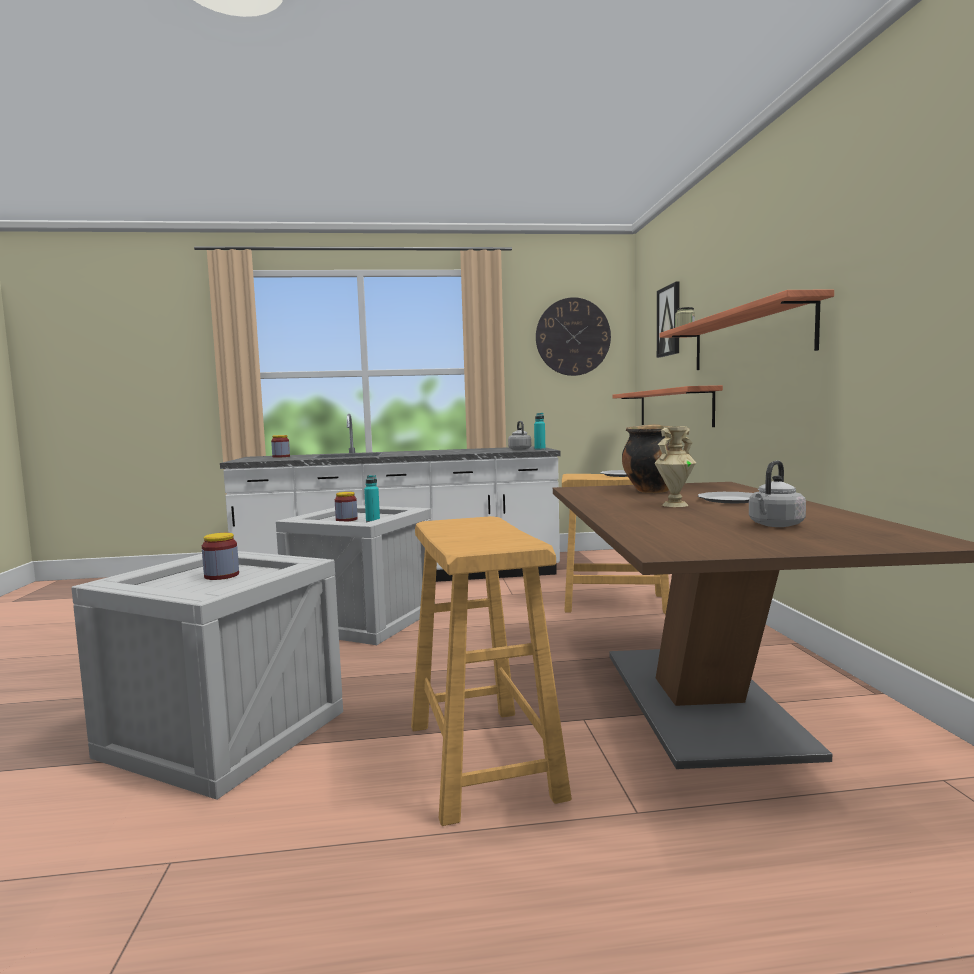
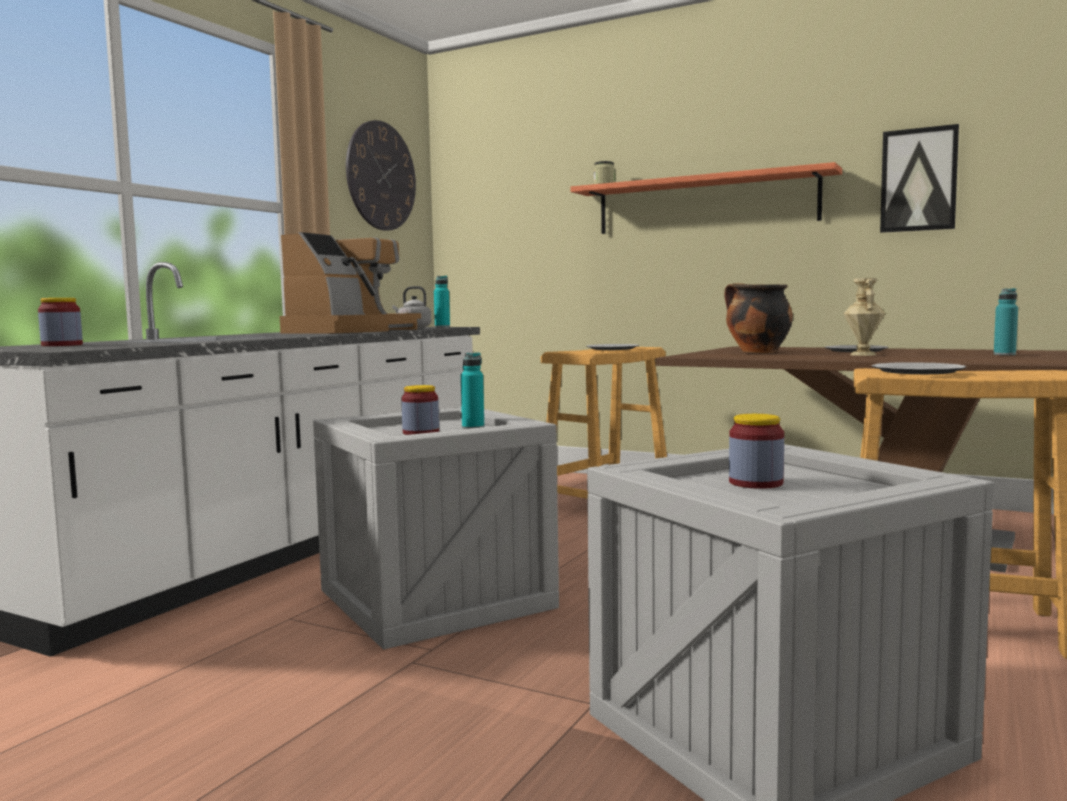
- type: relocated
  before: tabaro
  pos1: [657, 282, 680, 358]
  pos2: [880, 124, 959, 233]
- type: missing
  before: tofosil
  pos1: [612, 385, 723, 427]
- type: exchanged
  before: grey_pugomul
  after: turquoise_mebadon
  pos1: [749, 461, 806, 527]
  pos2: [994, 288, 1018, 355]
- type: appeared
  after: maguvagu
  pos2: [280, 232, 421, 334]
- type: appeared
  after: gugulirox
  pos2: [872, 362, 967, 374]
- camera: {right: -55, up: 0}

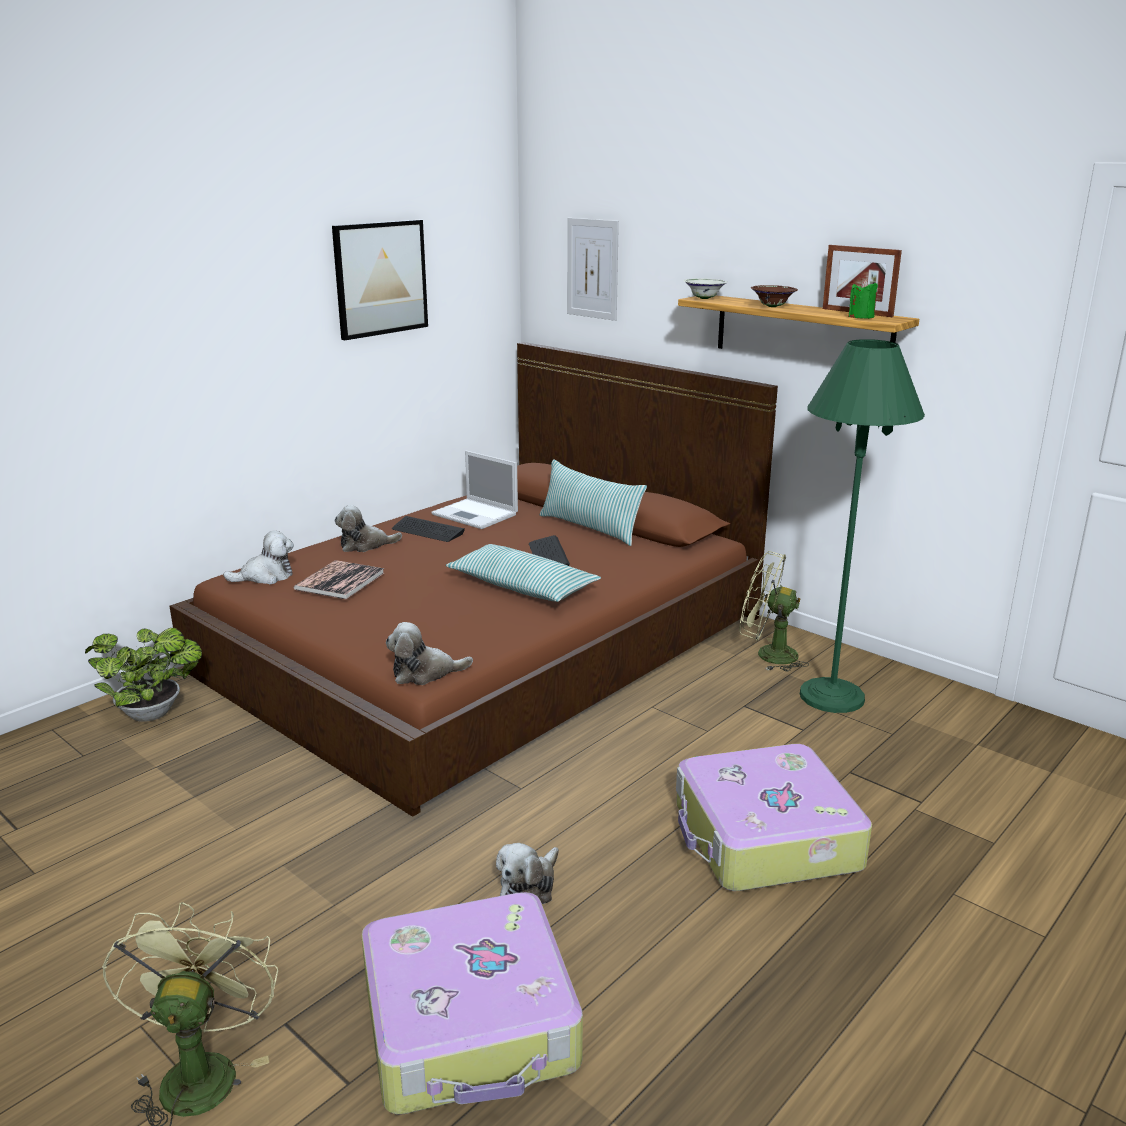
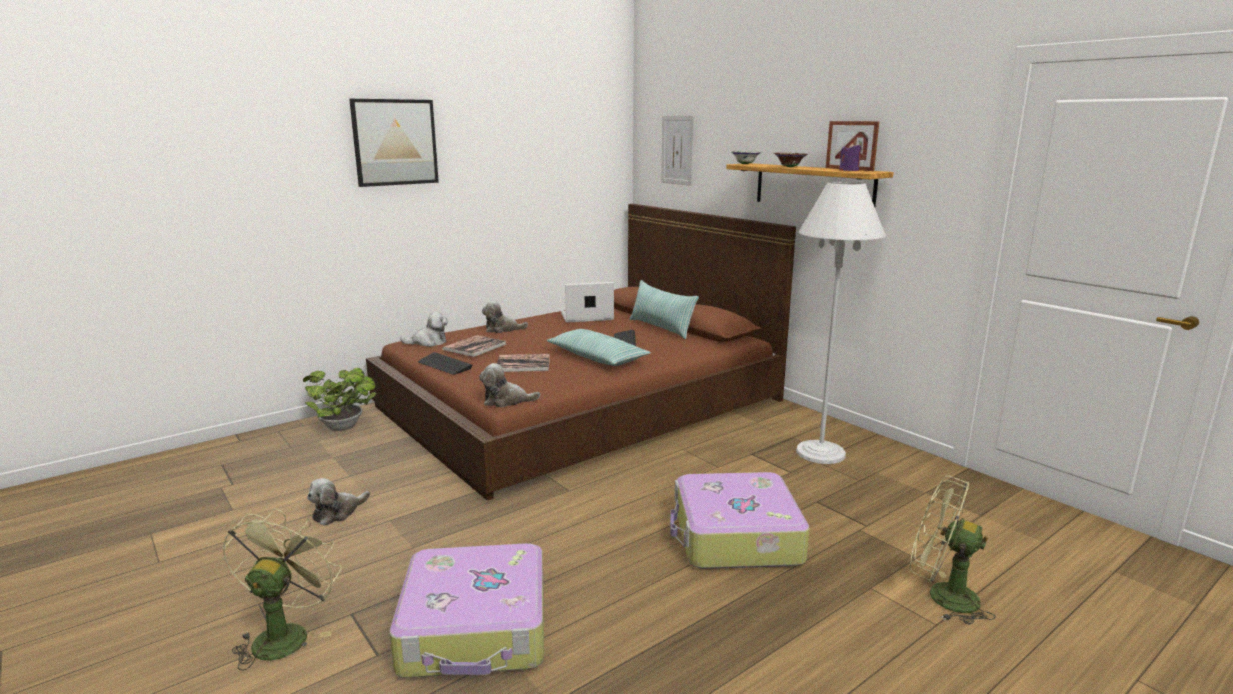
- type: relocated
  before: tabaro
  pos1: [332, 220, 428, 340]
  pos2: [349, 99, 439, 187]
- type: colour
  before: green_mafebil
  after: purple_mafebil
  pos1: [848, 279, 878, 319]
  pos2: [839, 143, 861, 171]
- type: colour
  before: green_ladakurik
  after: white_ladakurik
  pos1: [800, 339, 925, 713]
  pos2: [796, 181, 886, 464]
- type: spun
  before: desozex
  pos1: [431, 451, 518, 529]
  pos2: [561, 282, 614, 323]
  turn: 120
- type: relocated
  before: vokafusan
  pos1: [392, 516, 465, 542]
  pos2: [418, 352, 473, 375]
- type: relocated
  before: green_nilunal
  pos1: [739, 551, 809, 672]
  pos2: [910, 476, 996, 625]
- type: relocated
  before: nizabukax
  pos1: [496, 843, 559, 904]
  pos2: [307, 478, 370, 526]
- type: appeared
  after: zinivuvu
  pos2: [497, 354, 550, 372]
- camera: {right: 10, up: -5}

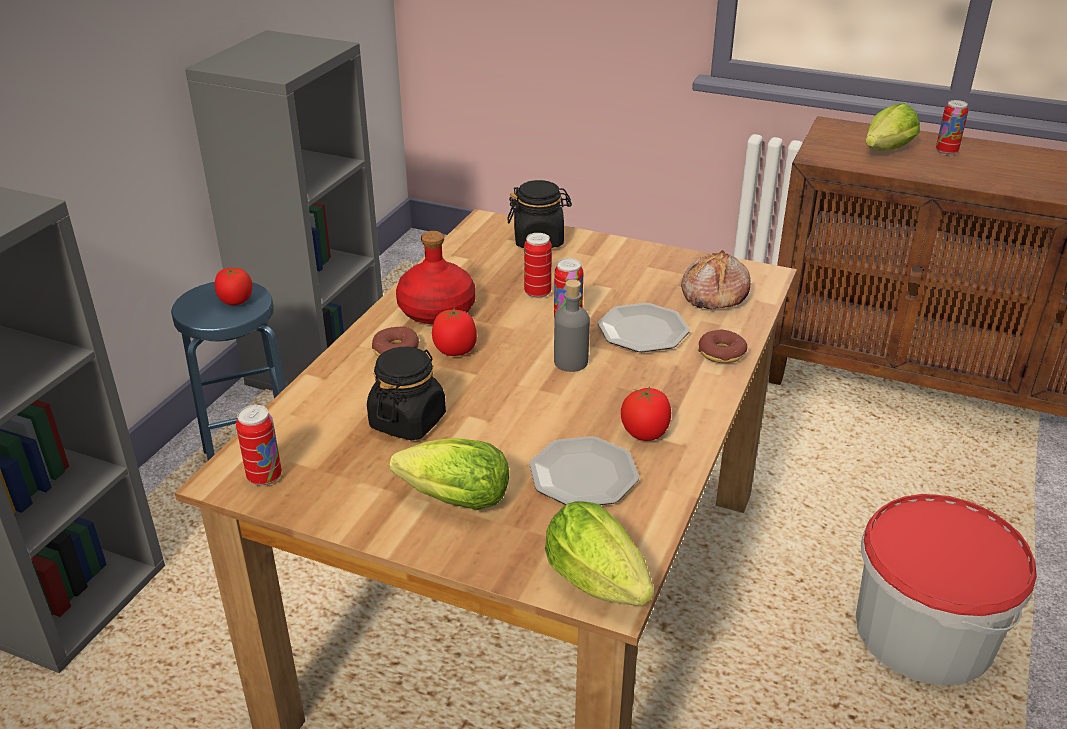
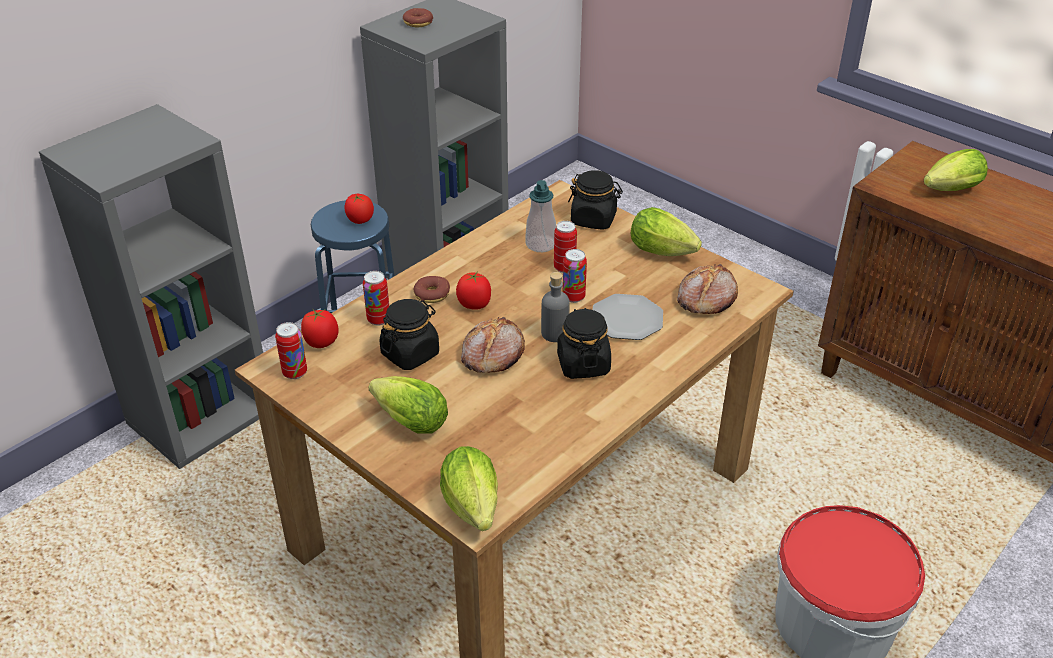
- type: relocated
  before: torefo
  pos1: [936, 100, 968, 155]
  pos2: [363, 271, 389, 326]
- type: missing
  before: red_mebadon
  pos1: [396, 231, 476, 324]
- type: relocated
  before: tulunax
  pos1: [698, 330, 747, 363]
  pos2: [403, 8, 433, 27]
- type: relocated
  before: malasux
  pos1: [621, 386, 671, 441]
  pos2: [301, 308, 339, 348]
- type: missing
  before: gugulirox
  pos1: [529, 436, 639, 505]
- type: appeared
  after: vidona
  pos2: [526, 180, 556, 252]
- type: appeared
  after: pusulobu
  pos2: [630, 207, 702, 256]
- type: appeared
  after: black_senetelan
  pos2: [557, 308, 611, 379]
- type: appeared
  after: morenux
  pos2: [461, 317, 525, 373]
- camera: {right: 20, up: 5}

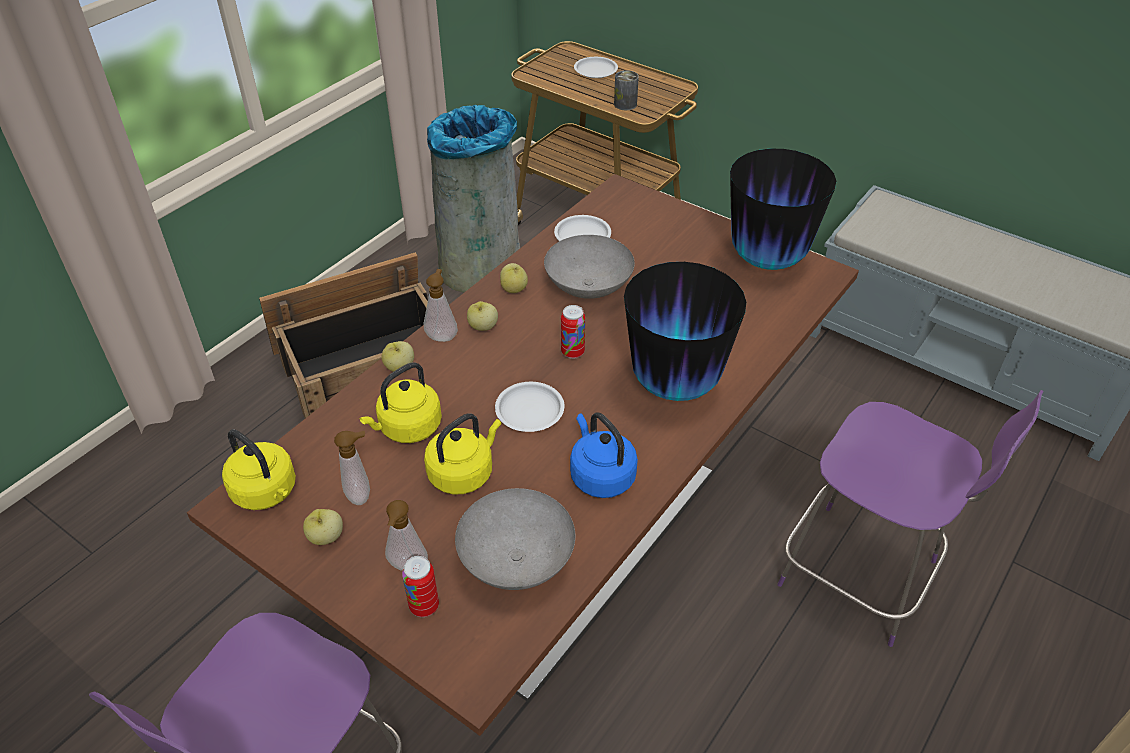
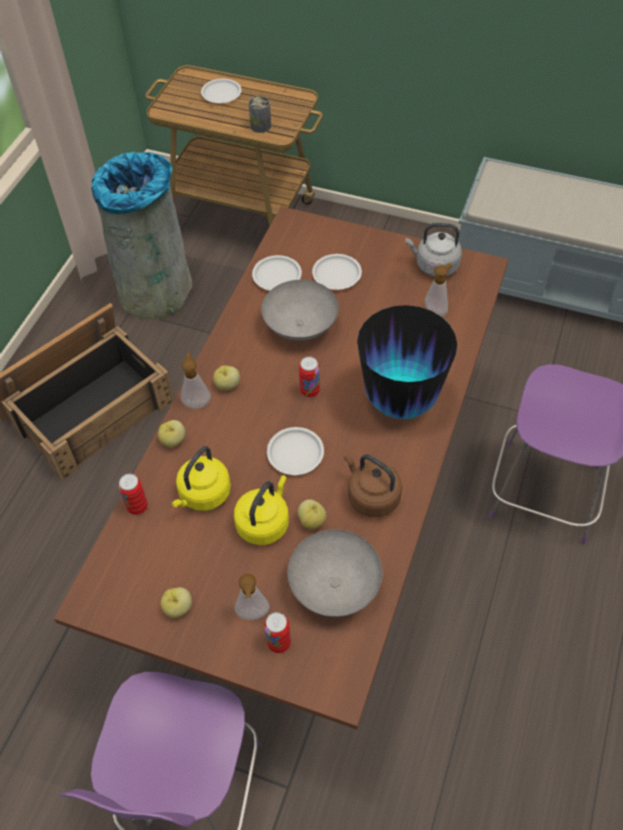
- type: exchanged
  before: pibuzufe
  after: grey_pugomul
  pos1: [730, 149, 836, 270]
  pos2: [406, 223, 462, 276]
- type: relocated
  before: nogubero
  pos1: [500, 263, 528, 293]
  pos2: [298, 499, 326, 529]
- type: colour
  before: blue_pugomul
  after: brown_pugomul
  pos1: [570, 412, 638, 498]
  pos2: [344, 453, 402, 517]
- type: missing
  before: yellow_pugomul
  pos1: [222, 429, 296, 510]
- type: relocated
  before: vidona
  pos1: [334, 431, 370, 505]
  pos2: [425, 263, 452, 317]
- type: appeared
  after: white_gugulirox
  pos2: [312, 254, 362, 290]
- type: appeared
  after: torefo
  pos2: [119, 474, 148, 515]
- camera: {right: -15, up: 10}

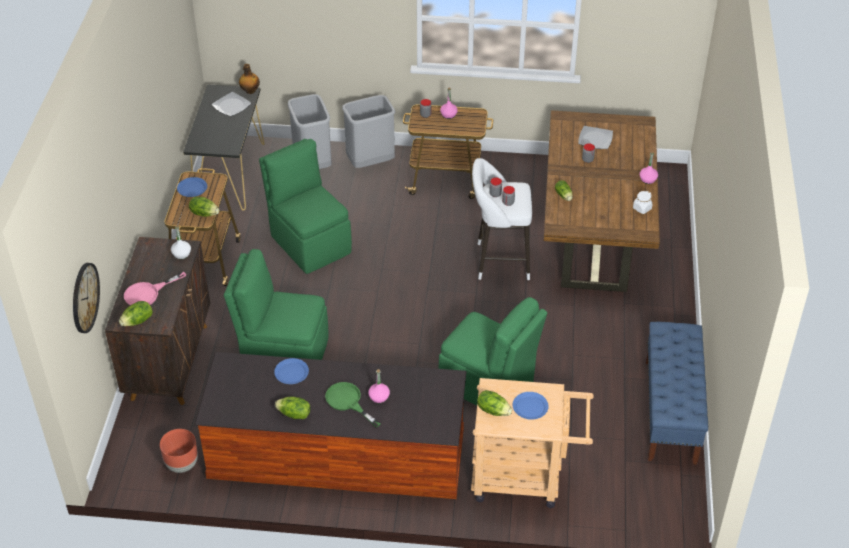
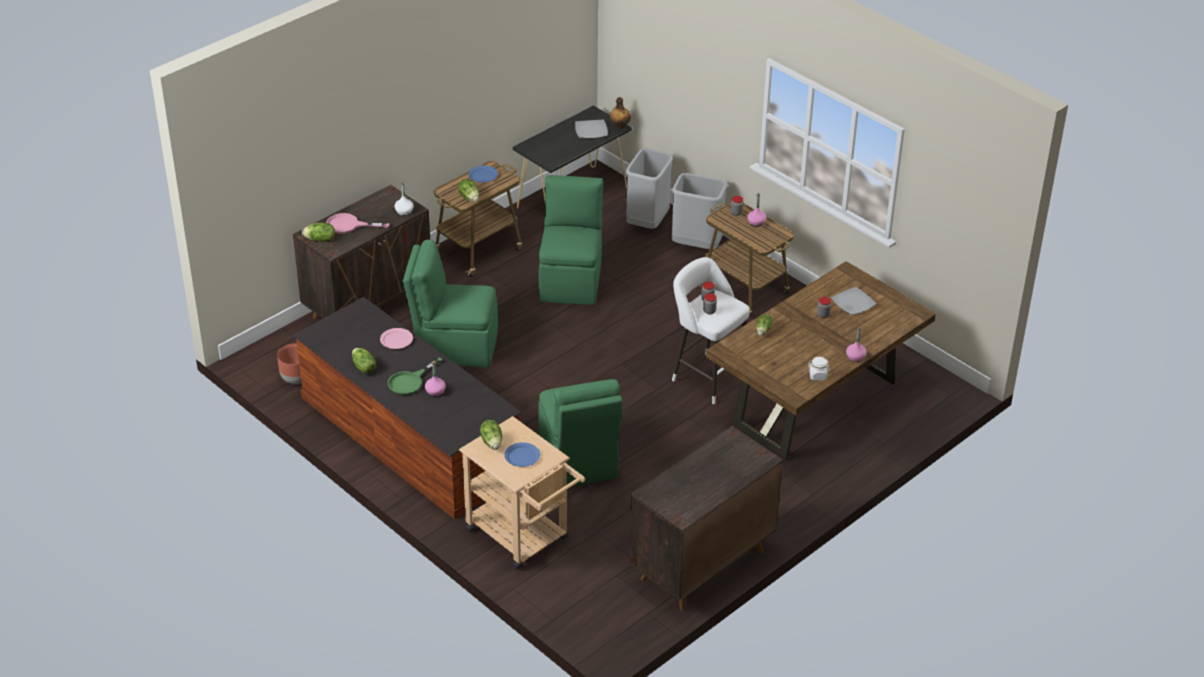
- type: spun
  before: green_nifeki
  pos1: [224, 249, 328, 360]
  pos2: [403, 240, 498, 368]
  turn: -45
- type: missing
  before: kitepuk
  pos1: [73, 263, 100, 333]
- type: exchanged
  before: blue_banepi
  after: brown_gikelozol
  pos1: [646, 322, 708, 465]
  pos2: [630, 426, 783, 611]
- type: colour
  before: blue_gugulirox
  after: pink_gugulirox
  pos1: [274, 358, 309, 384]
  pos2: [380, 328, 413, 349]
- type: spun
  before: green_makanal
  pos1: [325, 382, 381, 427]
  pos2: [388, 357, 442, 395]
  turn: -135
- camera: {right: 40, up: -5}

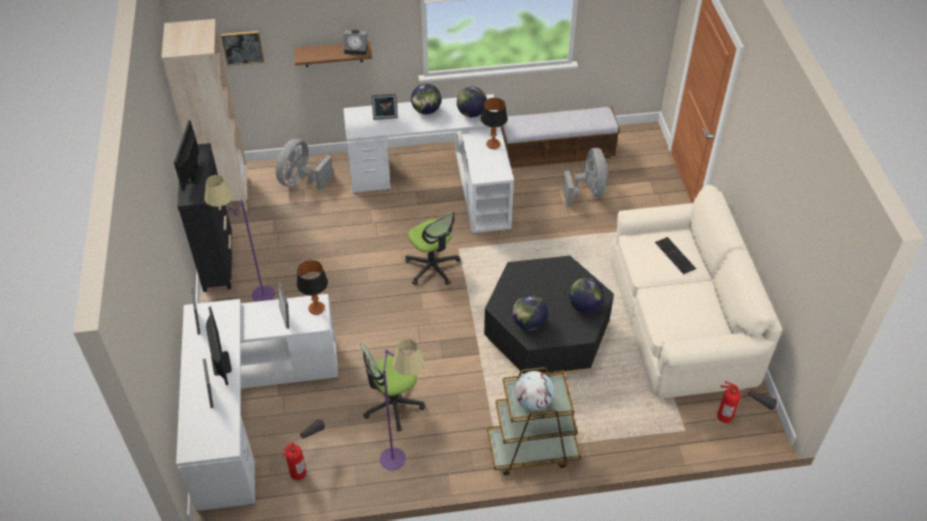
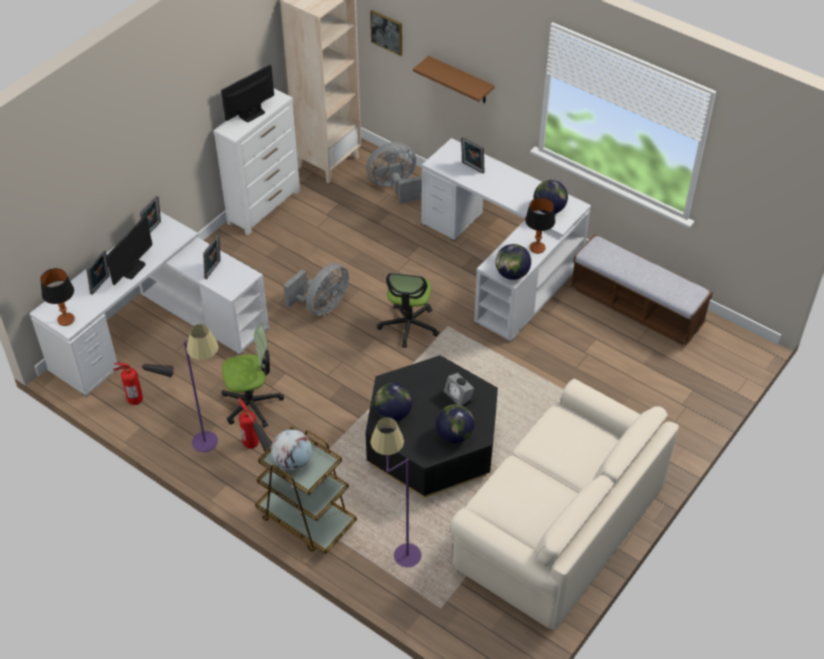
- type: relocated
  before: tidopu
  pos1: [344, 30, 368, 55]
  pos2: [442, 373, 474, 407]
- type: relocated
  before: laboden
  pos1: [411, 84, 442, 115]
  pos2: [495, 244, 531, 280]
- type: colour
  before: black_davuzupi
  after: white_davuzupi
  pos1: [177, 143, 232, 292]
  pos2: [213, 89, 300, 235]
- type: relocated
  before: grey_nilunal
  pos1: [563, 148, 608, 207]
  pos2: [283, 263, 349, 316]
- type: relocated
  before: purple_ladakurik
  pos1: [205, 175, 275, 302]
  pos2: [370, 417, 422, 567]
- type: missing
  before: vokafusan
  pos1: [655, 237, 696, 275]
- type: relocated
  before: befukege
  pos1: [297, 260, 328, 315]
  pos2: [40, 268, 75, 326]
- type: spun
  before: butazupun
  pos1: [360, 344, 425, 432]
  pos2: [222, 324, 284, 428]
  turn: 150
- type: relocated
  before: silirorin
  pos1: [717, 381, 777, 423]
  pos2: [238, 398, 272, 453]
- camera: {right: 45, up: 0}

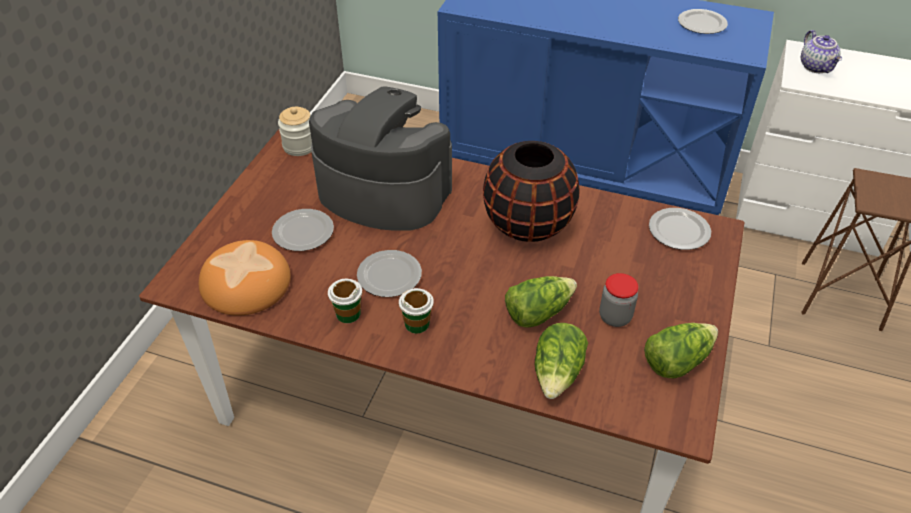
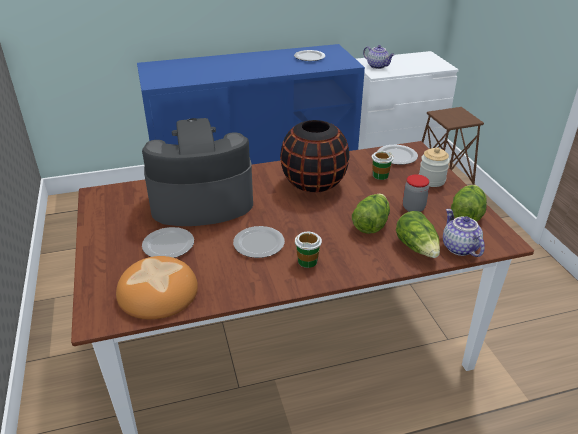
- type: relocated
  before: senetelan
  pos1: [278, 107, 312, 156]
  pos2: [419, 147, 450, 187]
- type: relocated
  before: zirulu
  pos1: [328, 279, 362, 323]
  pos2: [371, 151, 393, 180]
- type: appeared
  after: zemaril
  pos2: [443, 209, 485, 257]
- camera: {right: -35, up: -10}

